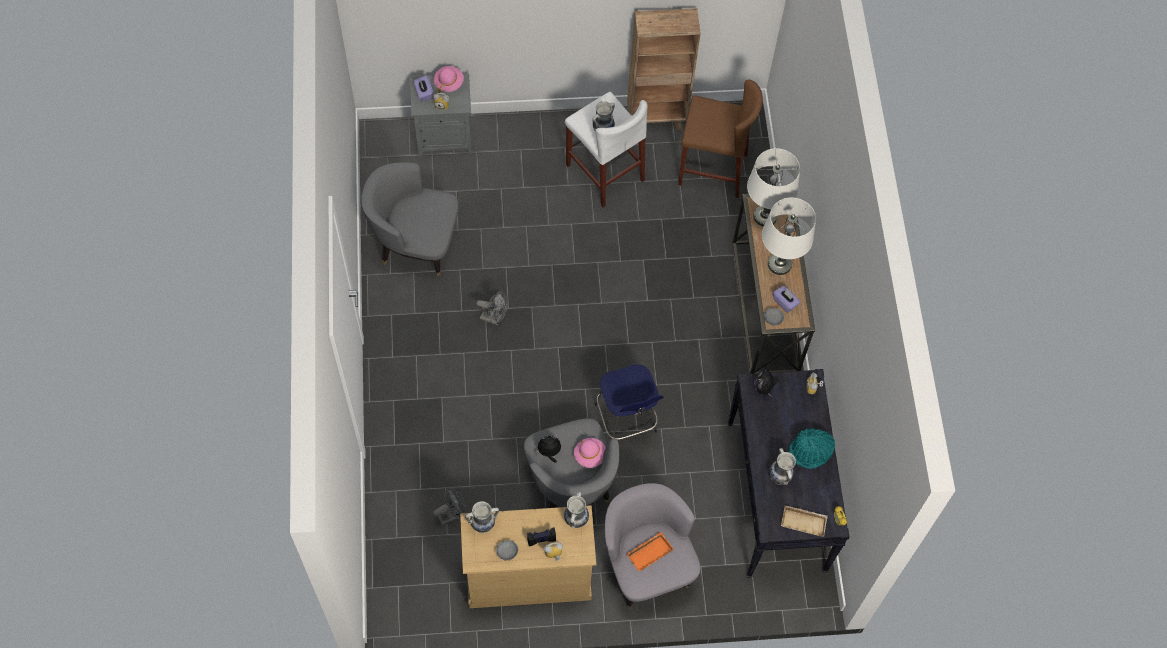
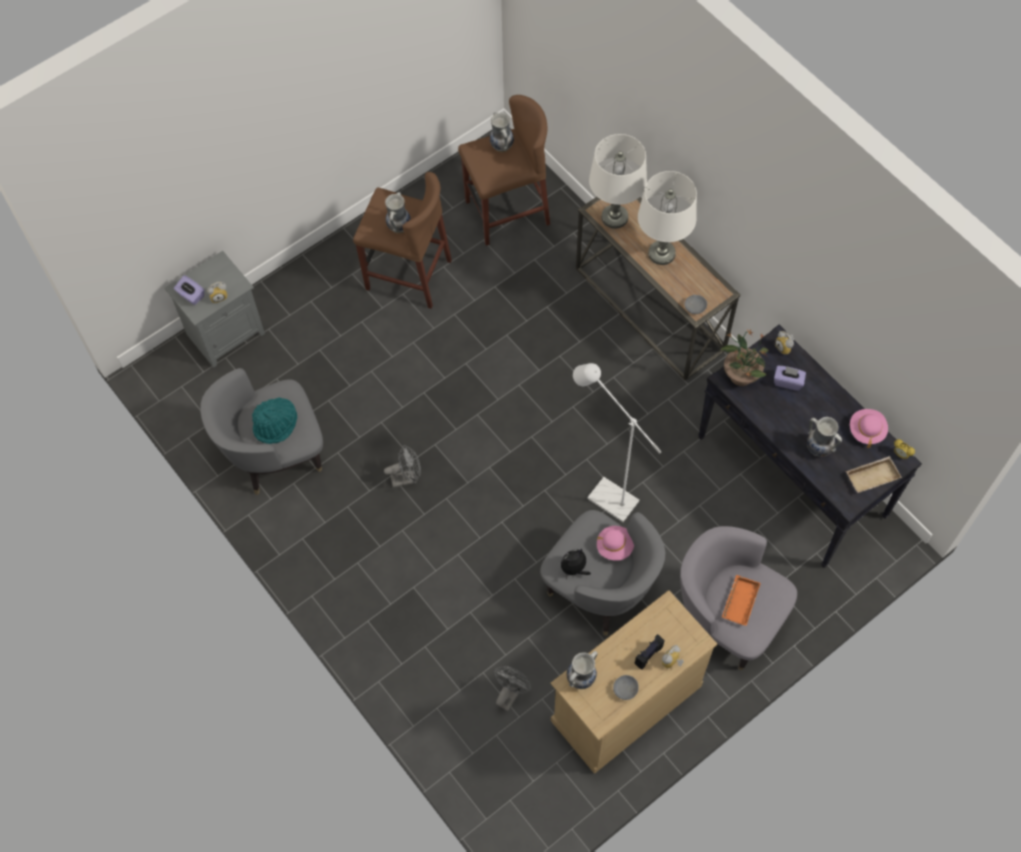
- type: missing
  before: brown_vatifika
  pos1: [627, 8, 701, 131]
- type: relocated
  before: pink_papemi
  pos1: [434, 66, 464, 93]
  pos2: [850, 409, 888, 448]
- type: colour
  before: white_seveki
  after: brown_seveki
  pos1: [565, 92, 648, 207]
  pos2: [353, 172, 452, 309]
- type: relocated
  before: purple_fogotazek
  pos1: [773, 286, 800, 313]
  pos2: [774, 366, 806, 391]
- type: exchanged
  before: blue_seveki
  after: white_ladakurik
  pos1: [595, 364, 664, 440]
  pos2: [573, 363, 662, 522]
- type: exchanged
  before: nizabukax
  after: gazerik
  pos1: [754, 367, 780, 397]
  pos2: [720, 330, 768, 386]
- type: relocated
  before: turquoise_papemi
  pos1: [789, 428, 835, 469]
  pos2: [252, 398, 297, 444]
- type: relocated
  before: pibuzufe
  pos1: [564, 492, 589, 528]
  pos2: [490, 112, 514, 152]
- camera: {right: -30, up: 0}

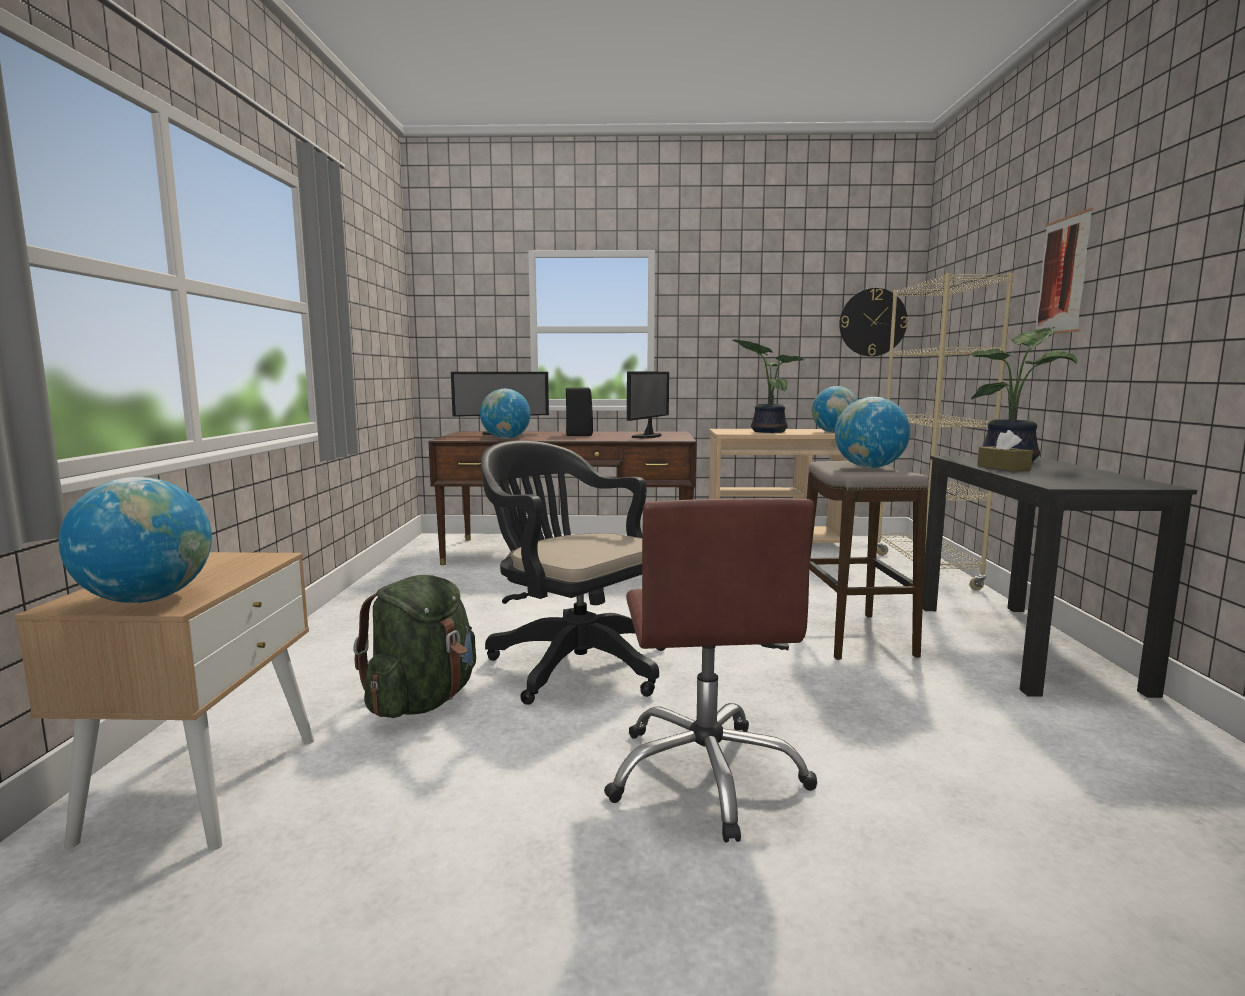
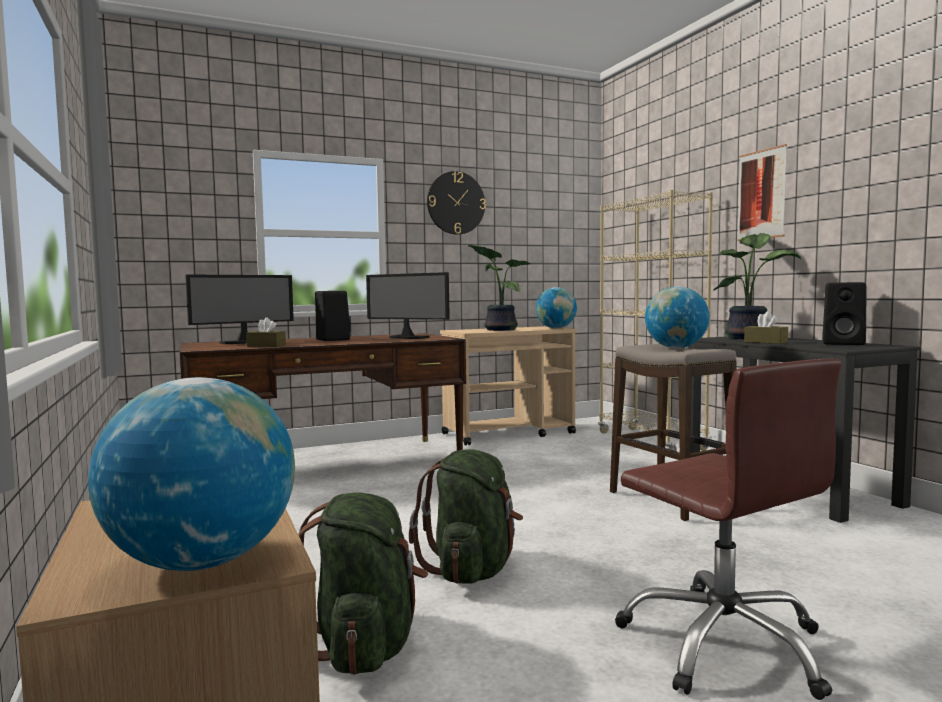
- type: relocated
  before: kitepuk
  pos1: [839, 288, 908, 356]
  pos2: [427, 171, 486, 235]
- type: spun
  before: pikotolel
  pos1: [627, 371, 669, 439]
  pos2: [366, 272, 450, 339]
  turn: 120
- type: exchanged
  before: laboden
  after: brown_fogotazek
  pos1: [480, 389, 531, 439]
  pos2: [246, 317, 286, 347]
- type: exchanged
  before: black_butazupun
  after: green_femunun
  pos1: [481, 441, 665, 705]
  pos2: [409, 449, 523, 584]
- type: appeared
  after: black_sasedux
  pos2: [822, 282, 866, 345]
- camera: {right: -25, up: -5}

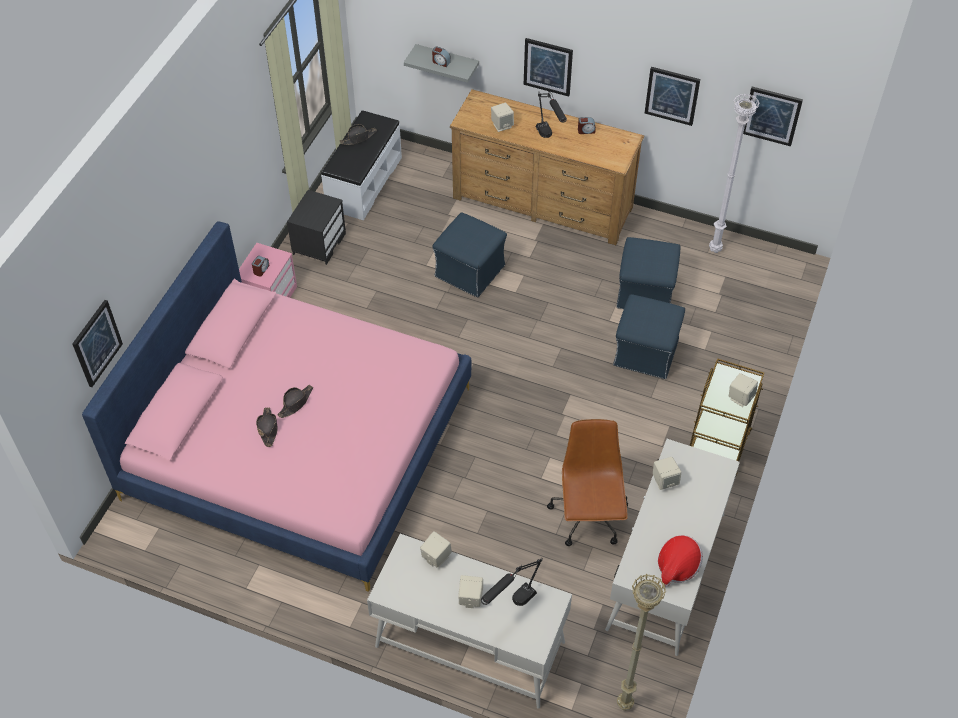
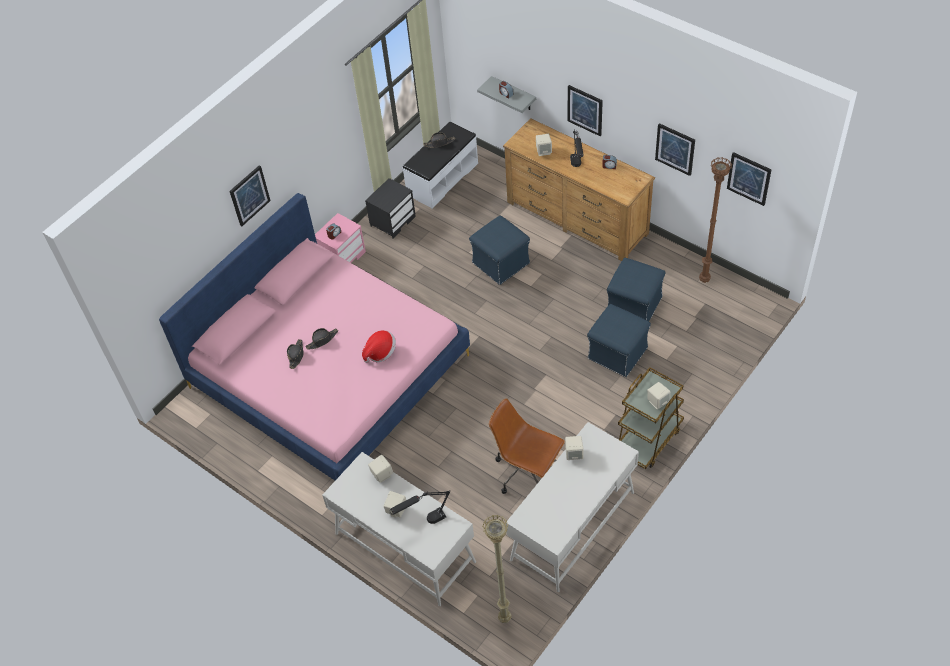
- type: colour
  before: white_ladakurik
  after: brown_ladakurik
  pos1: [709, 94, 760, 253]
  pos2: [699, 157, 732, 283]
- type: relocated
  before: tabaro
  pos1: [72, 300, 123, 387]
  pos2: [229, 165, 271, 226]
- type: spun
  before: brown_butazupun
  pos1: [547, 419, 629, 546]
  pos2: [489, 398, 565, 494]
  turn: -75
- type: relocated
  before: papemi
  pos1: [658, 535, 703, 587]
  pos2: [362, 330, 396, 363]
- camera: {right: 20, up: 0}

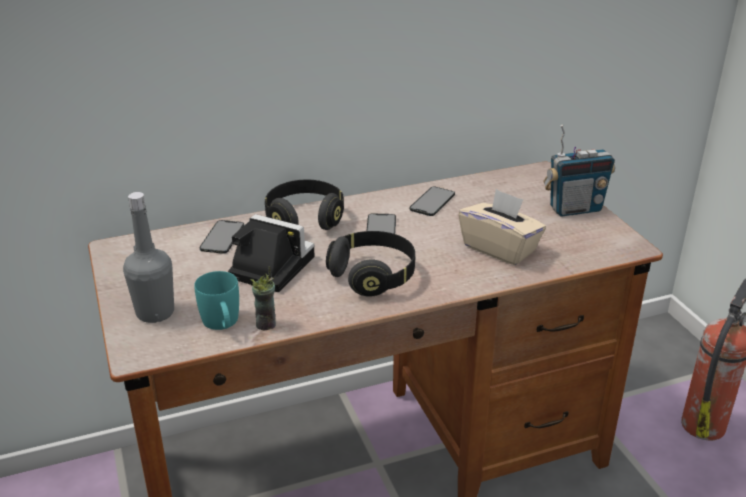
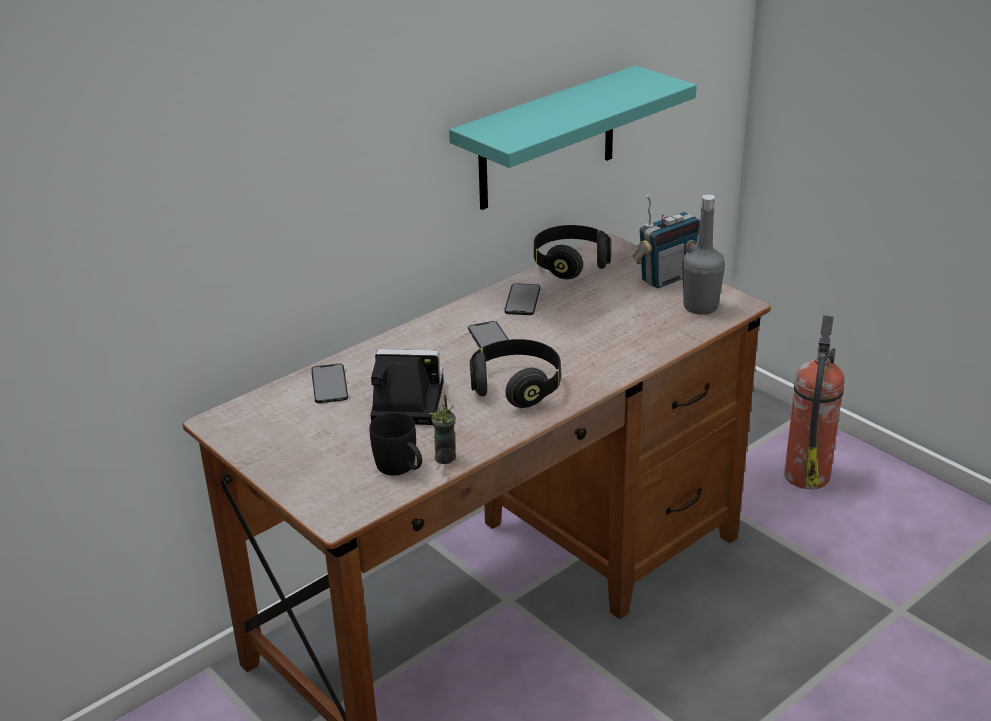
- type: relocated
  before: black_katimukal
  pos1: [265, 180, 344, 230]
  pos2: [534, 225, 611, 279]
- type: missing
  before: beige_fogotazek
  pos1: [458, 189, 546, 265]
- type: relocated
  before: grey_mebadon
  pos1: [123, 192, 174, 323]
  pos2: [682, 194, 725, 315]
- type: colour
  before: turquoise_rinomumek
  after: black_rinomumek
  pos1: [194, 271, 239, 330]
  pos2: [369, 413, 422, 476]
- type: appeared
  after: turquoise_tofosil
  pos2: [449, 66, 697, 210]
- camera: {right: -20, up: 0}

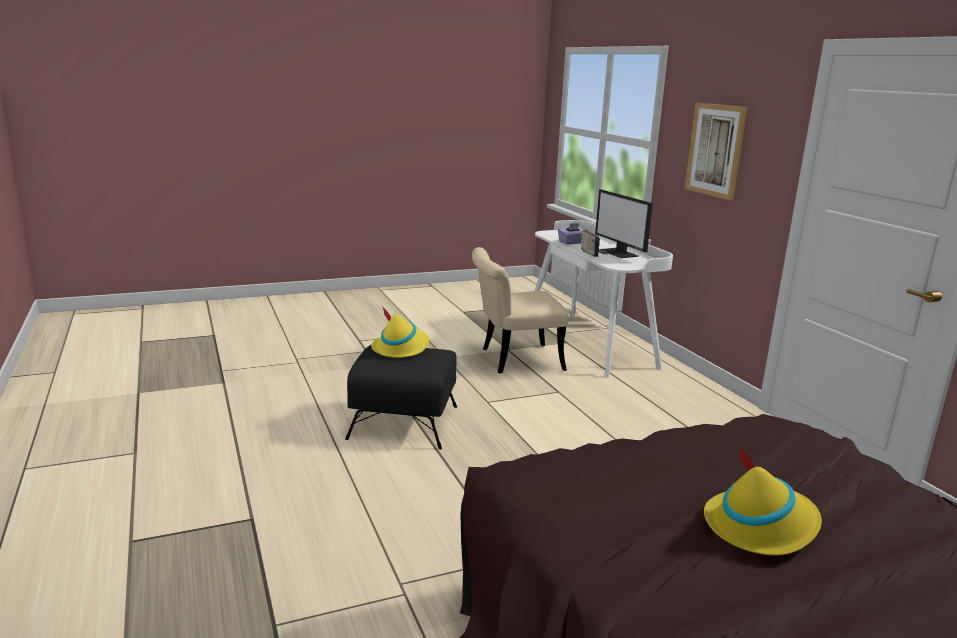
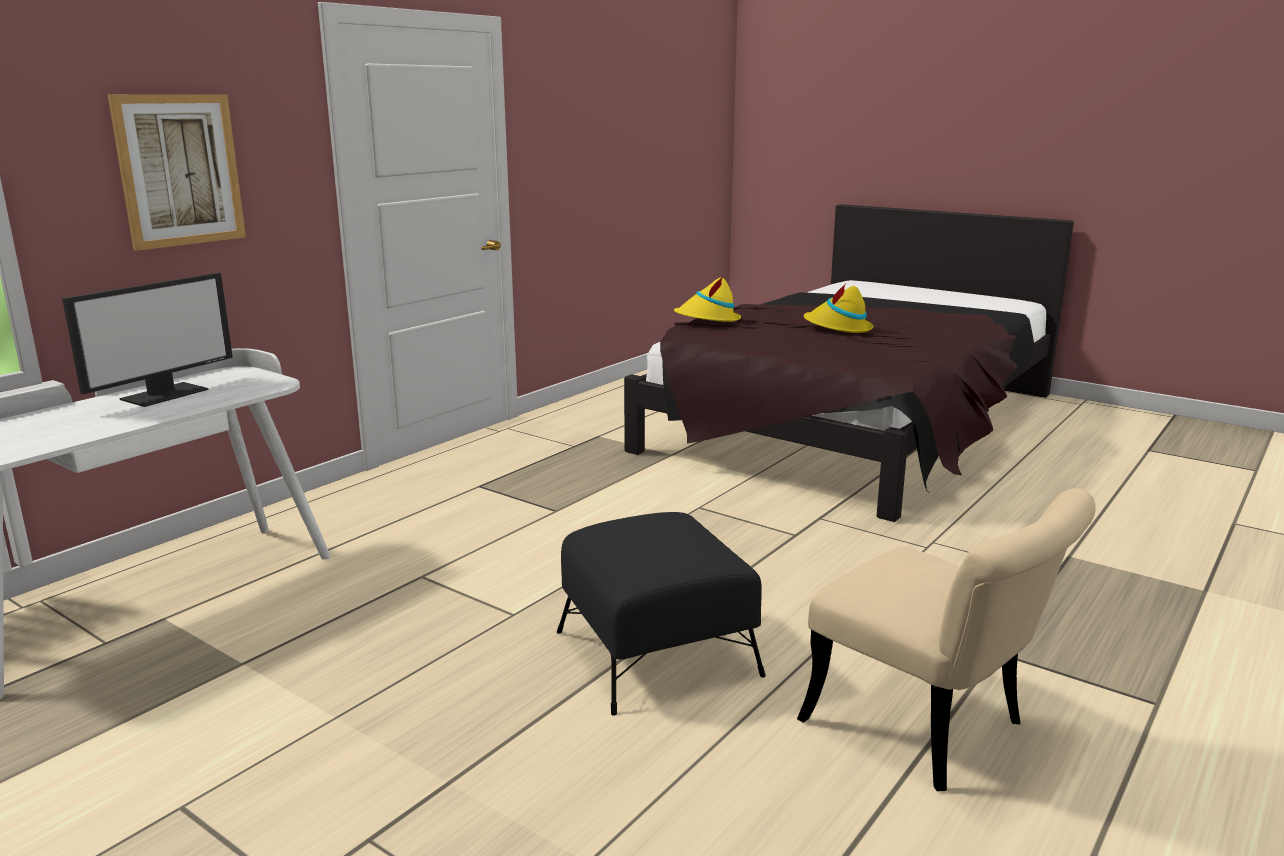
- type: missing
  before: purple_fogotazek
  pos1: [558, 223, 583, 245]
- type: missing
  before: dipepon
  pos1: [581, 230, 609, 257]
- type: relocated
  before: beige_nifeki
  pos1: [472, 247, 568, 374]
  pos2: [797, 488, 1096, 791]
- type: relocated
  before: yellow_papemi
  pos1: [371, 306, 429, 358]
  pos2: [674, 275, 741, 322]
- camera: {right: -120, up: 0}

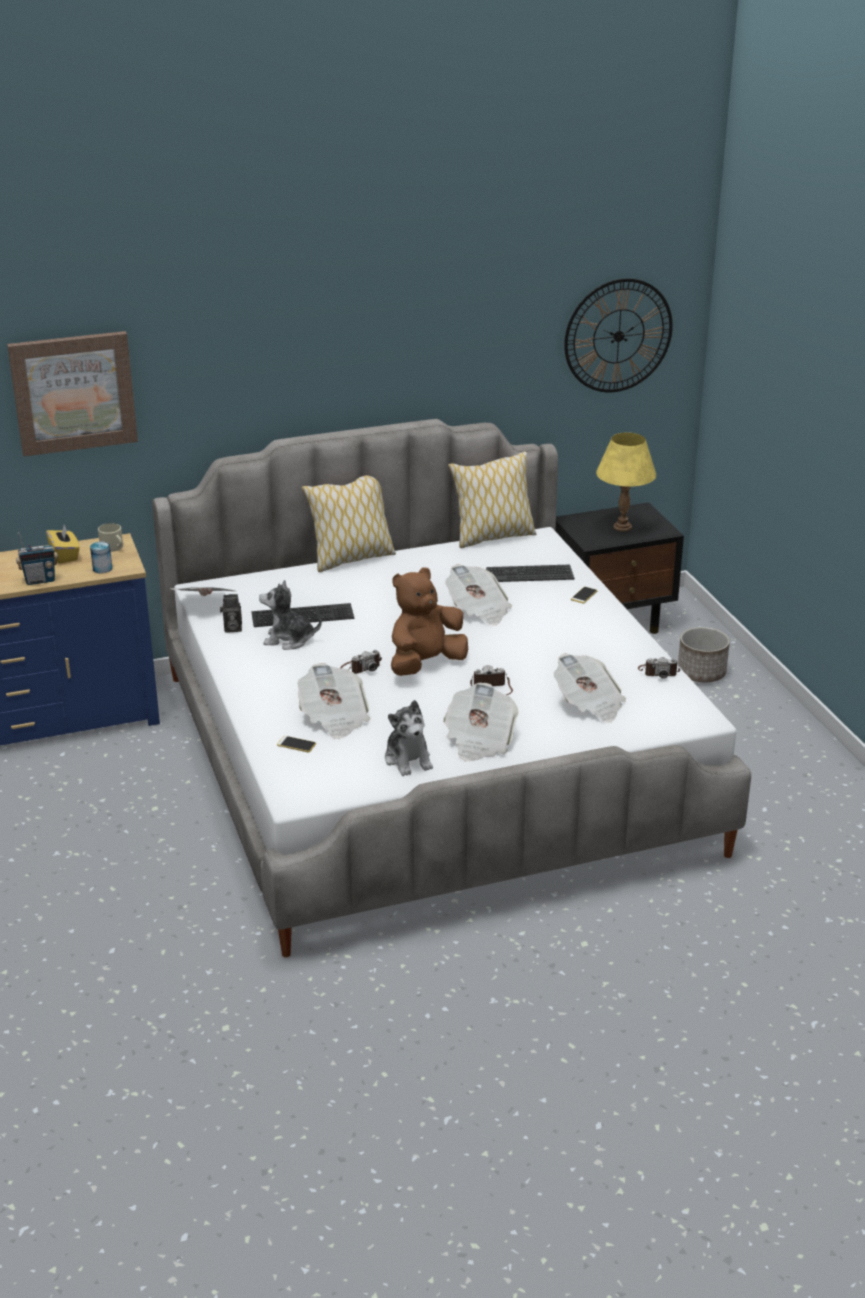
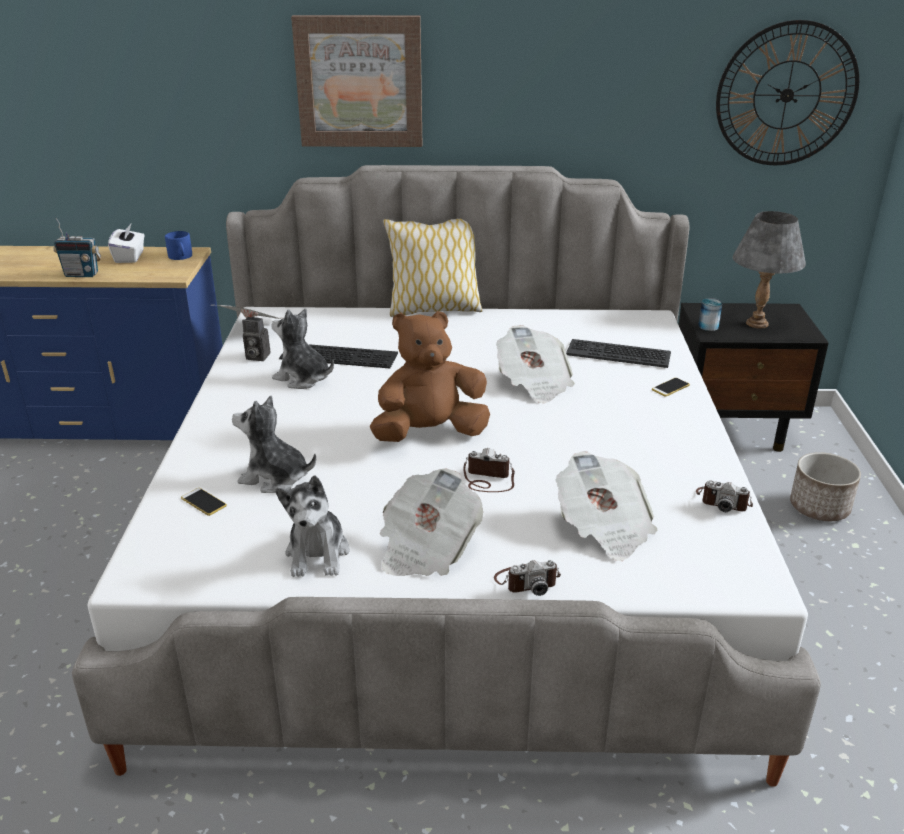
- type: relocated
  before: tabaro
  pos1: [7, 331, 138, 456]
  pos2: [291, 15, 422, 147]
- type: colour
  before: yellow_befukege
  after: grey_befukege
  pos1: [596, 432, 656, 532]
  pos2: [733, 211, 806, 329]
- type: missing
  before: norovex
  pos1: [448, 451, 536, 548]
- type: colour
  before: beige_rinomumek
  after: blue_rinomumek
  pos1: [98, 523, 123, 552]
  pos2: [165, 231, 192, 260]
- type: colour
  before: yellow_fogotazek
  after: white_fogotazek
  pos1: [46, 525, 80, 564]
  pos2: [108, 224, 145, 263]
- type: relocated
  before: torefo
  pos1: [90, 542, 112, 574]
  pos2: [698, 298, 723, 331]
- type: relocated
  before: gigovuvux
  pos1: [340, 650, 382, 674]
  pos2: [494, 560, 561, 596]
- type: exchanged
  before: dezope
  after: nizabukax
  pos1: [297, 663, 370, 739]
  pos2: [232, 396, 316, 493]
- camera: {right: 20, up: 0}

